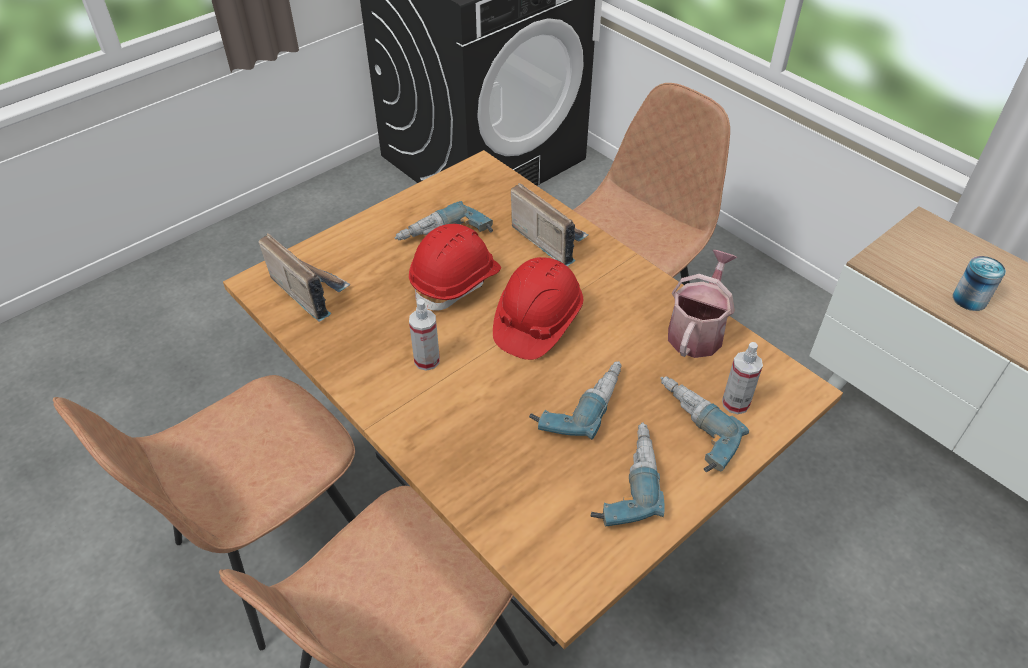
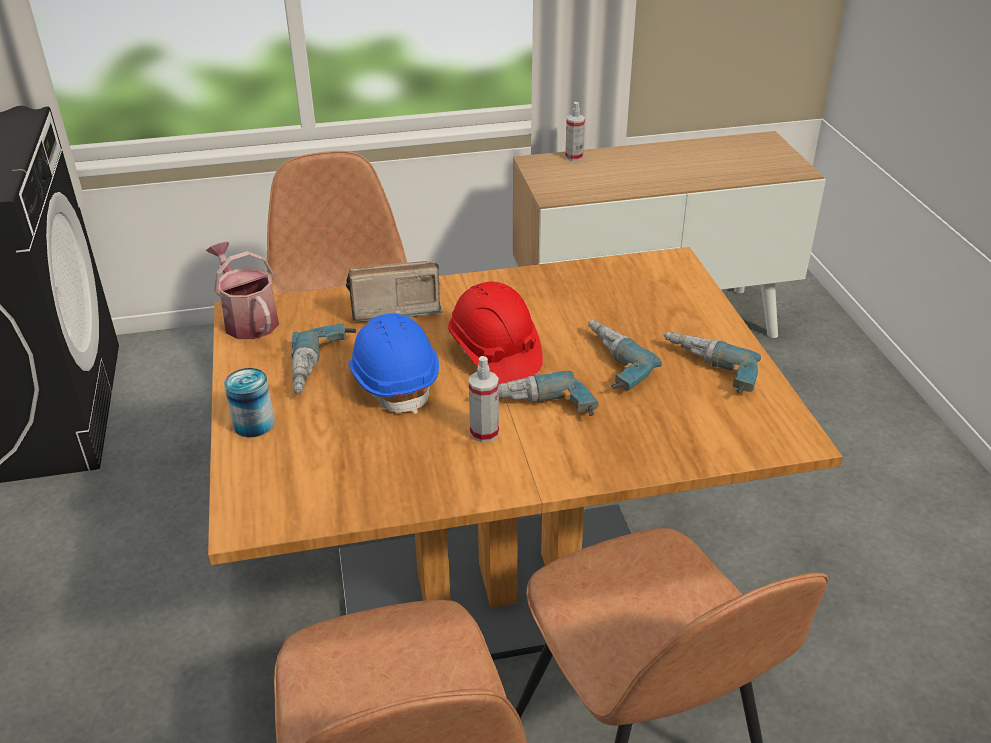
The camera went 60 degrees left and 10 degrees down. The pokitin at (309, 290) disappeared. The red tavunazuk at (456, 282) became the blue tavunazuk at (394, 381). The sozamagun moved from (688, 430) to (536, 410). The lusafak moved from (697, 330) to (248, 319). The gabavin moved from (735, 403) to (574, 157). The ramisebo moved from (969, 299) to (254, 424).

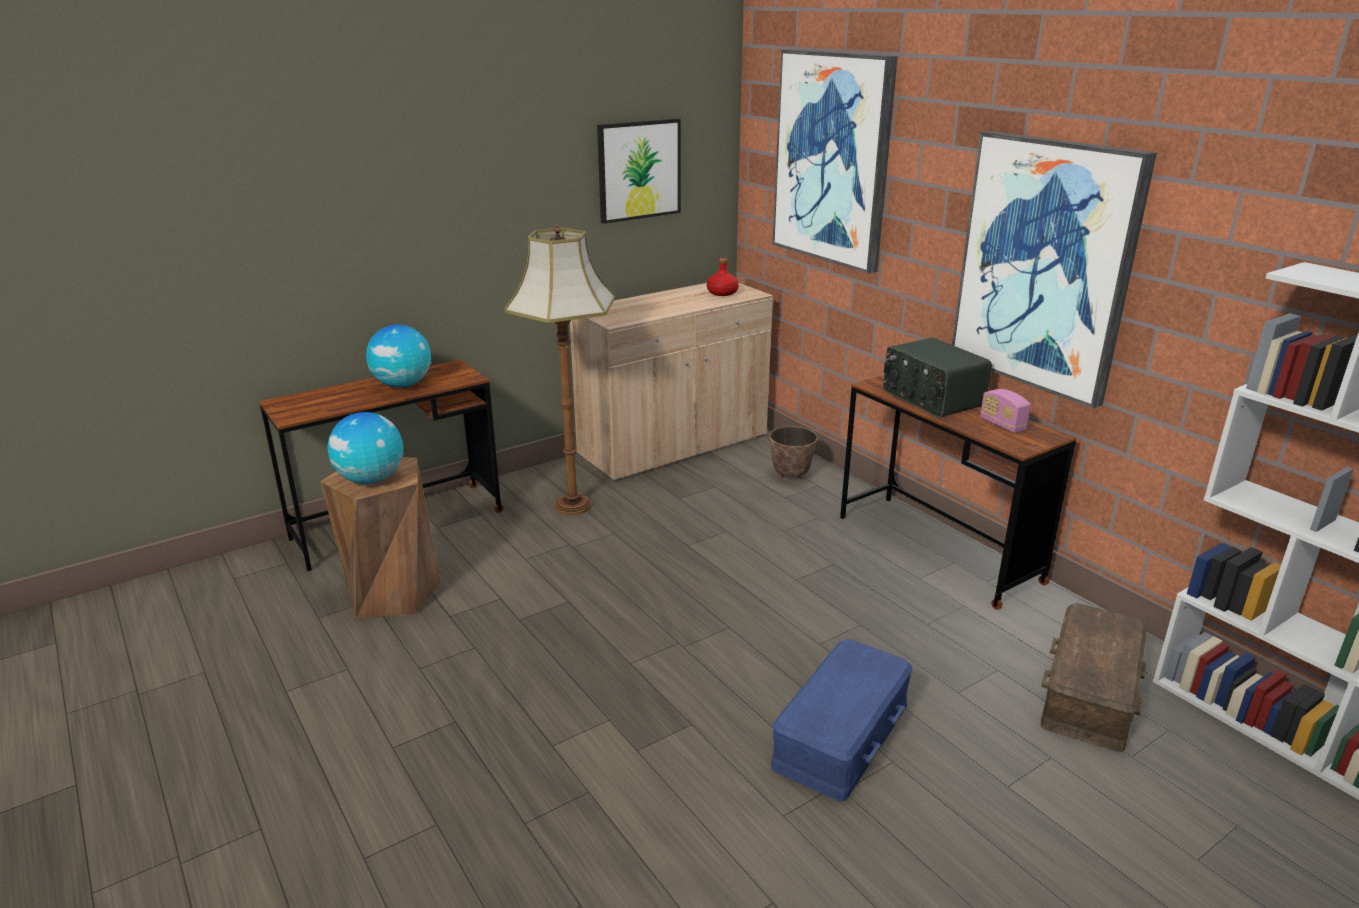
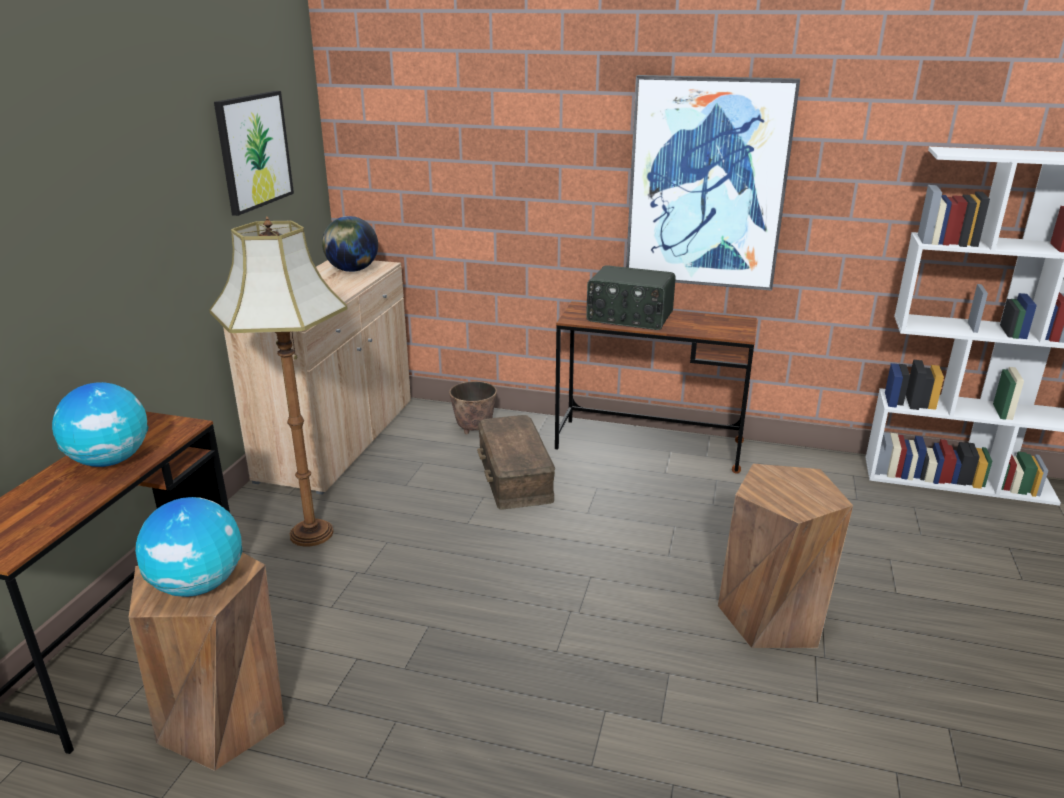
The camera went 40 degrees left and 0 degrees up. The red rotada at (722, 293) was replaced by the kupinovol at (352, 270). The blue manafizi at (842, 735) was replaced by the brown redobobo at (772, 616). The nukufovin at (833, 159) disappeared. The pokitin at (1002, 425) disappeared. The brown manafizi moved from (1091, 693) to (516, 476).

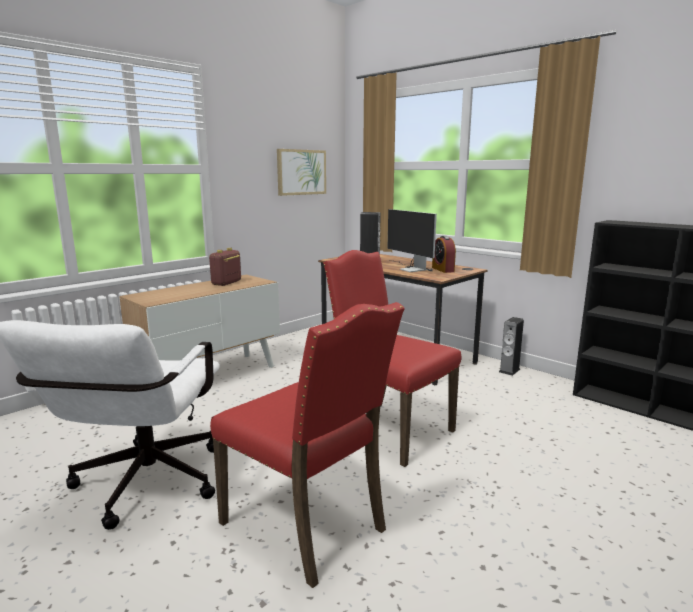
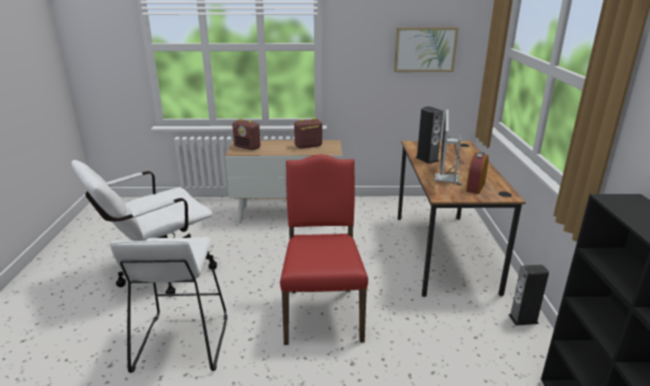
The camera went 45 degrees right and 10 degrees up. The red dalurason at (307, 525) was replaced by the white redobobo at (181, 342). The pokitin at (247, 147) appeared.

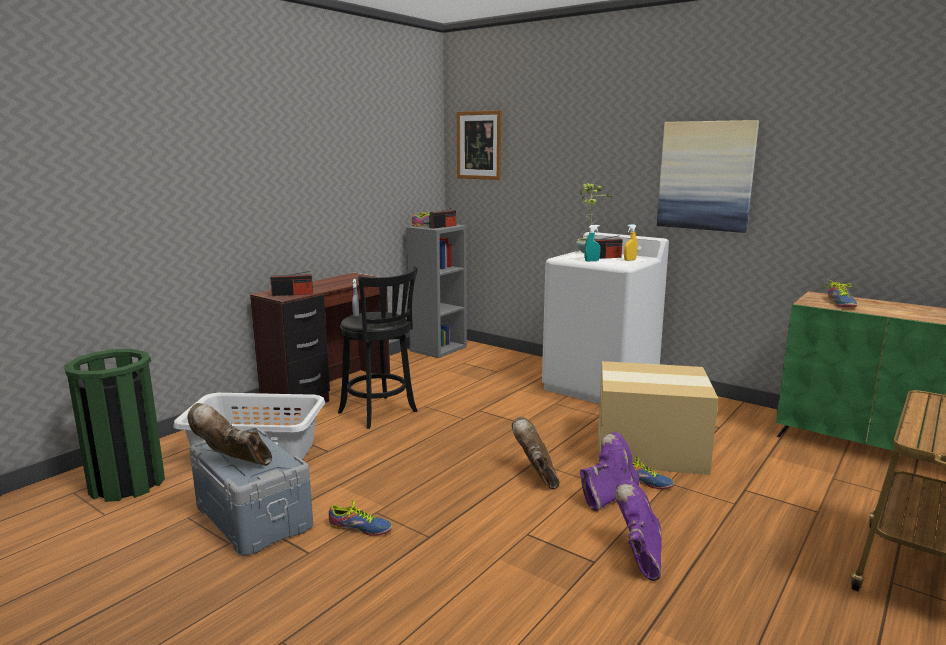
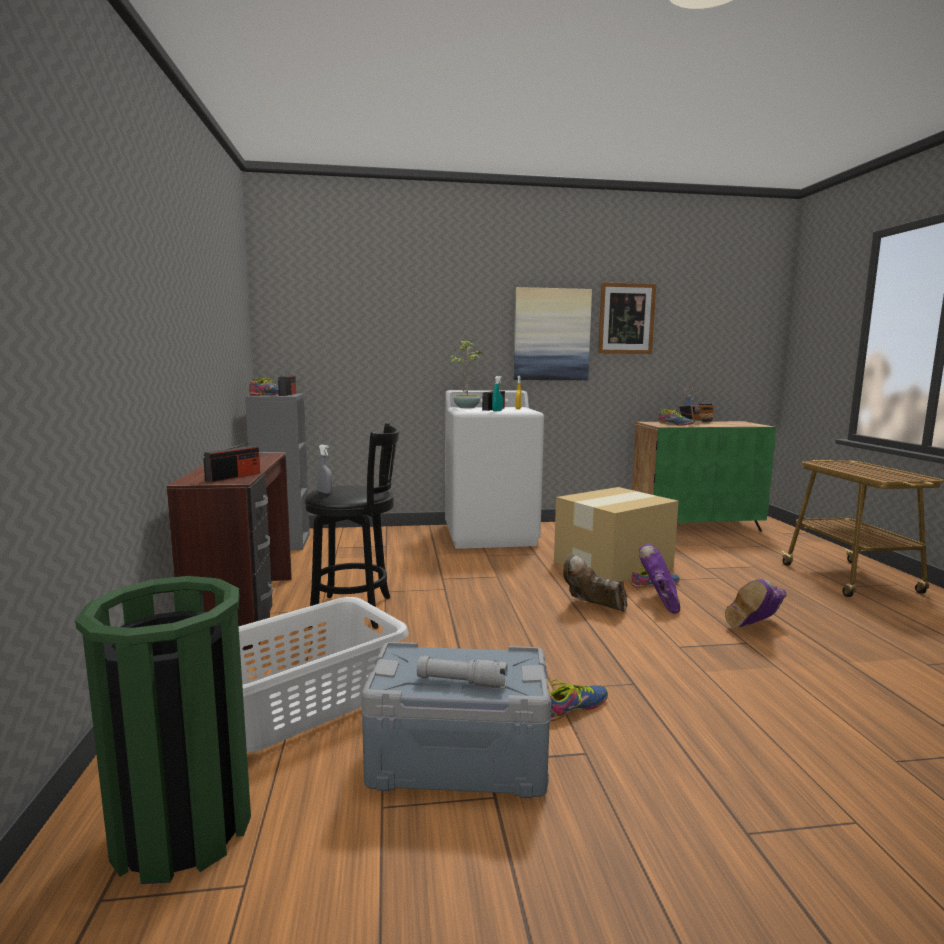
The camera went 45 degrees left and 5 degrees down. The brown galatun at (234, 462) was replaced by the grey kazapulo at (462, 682). The nukufovin moved from (479, 145) to (626, 318). The purple galatun at (639, 556) turned 90 degrees counterclockwise. The pokitin at (697, 422) appeared.

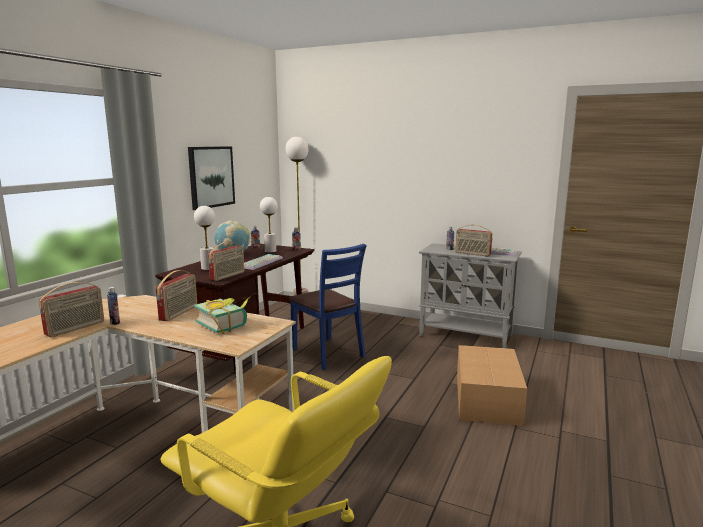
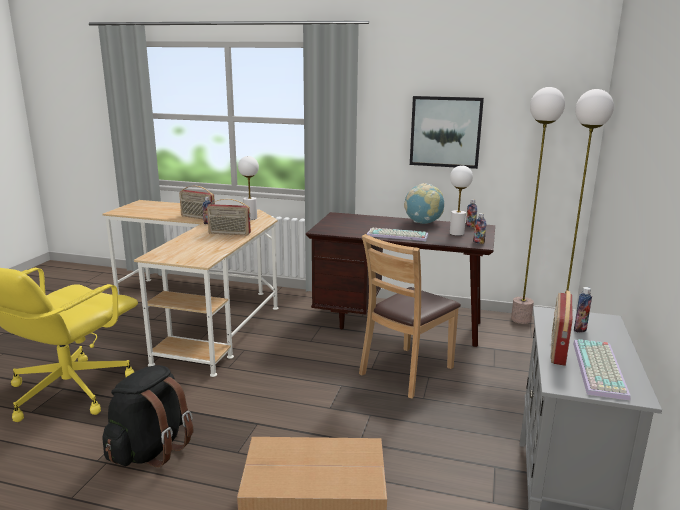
The camera went 80 degrees right and 5 degrees up. The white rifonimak moved from (208, 268) to (250, 218). The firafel at (226, 324) disappeared. The pokitin at (228, 276) disappeared. The blue dalurason at (328, 353) became the brown dalurason at (406, 371). The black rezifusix at (150, 449) appeared. The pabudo at (521, 319) appeared.

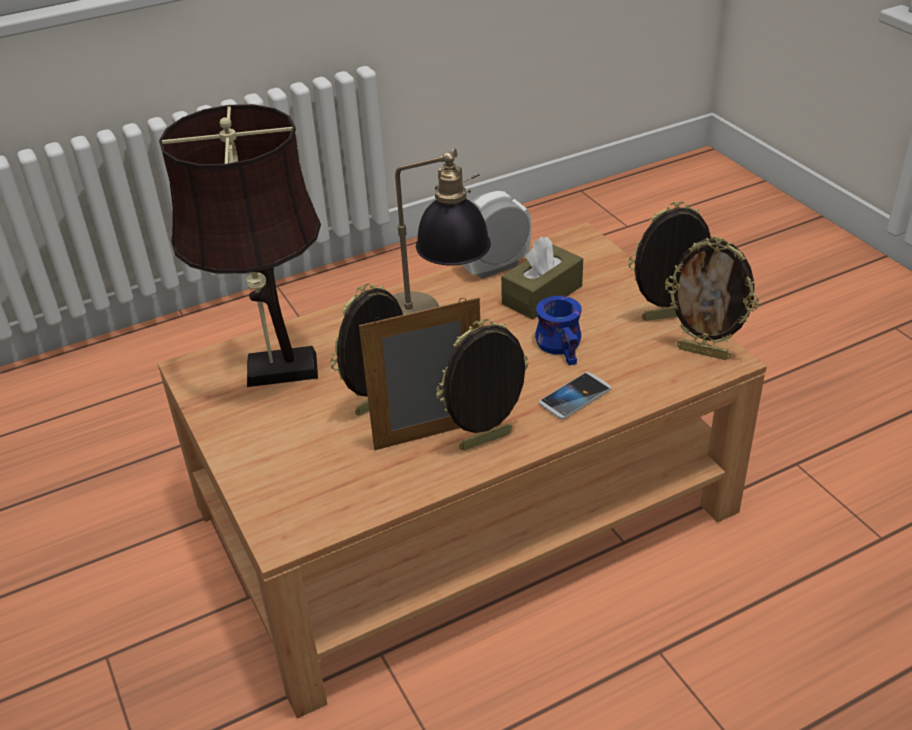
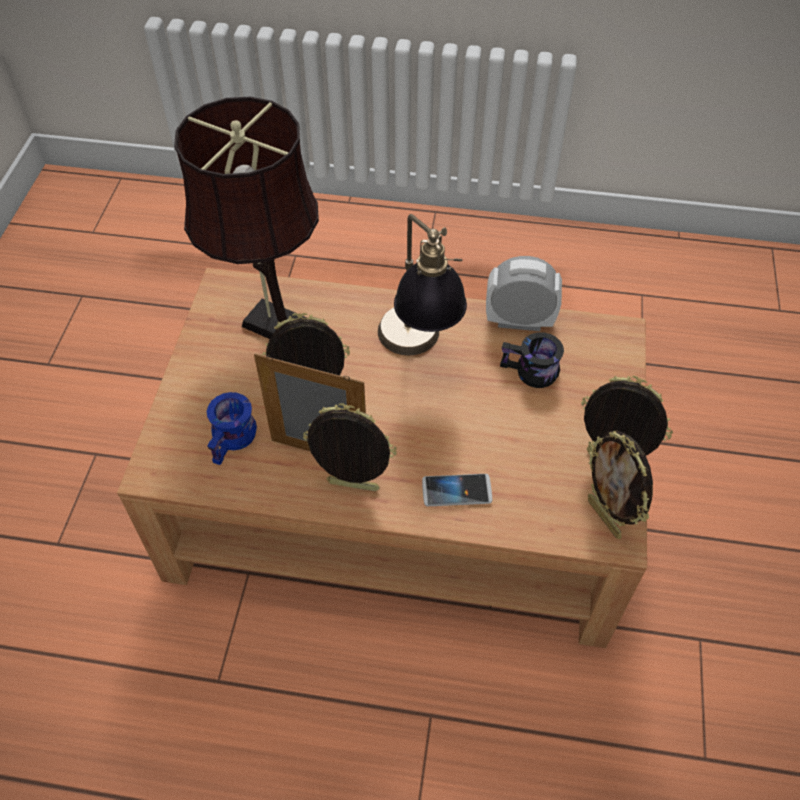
The camera went 35 degrees right and 15 degrees up. The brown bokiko at (542, 295) was replaced by the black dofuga at (530, 373). The blue dofuga moved from (564, 345) to (235, 440).

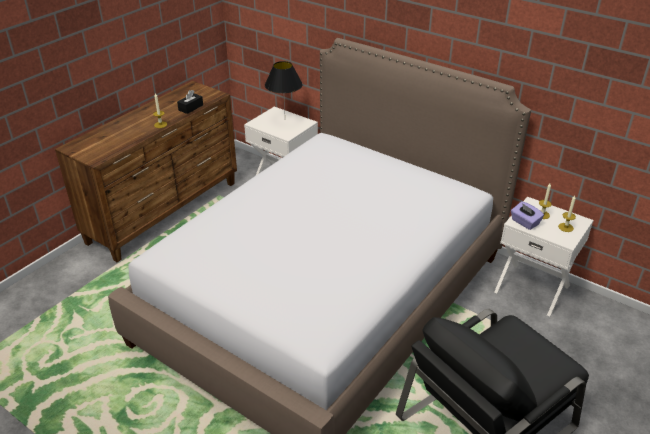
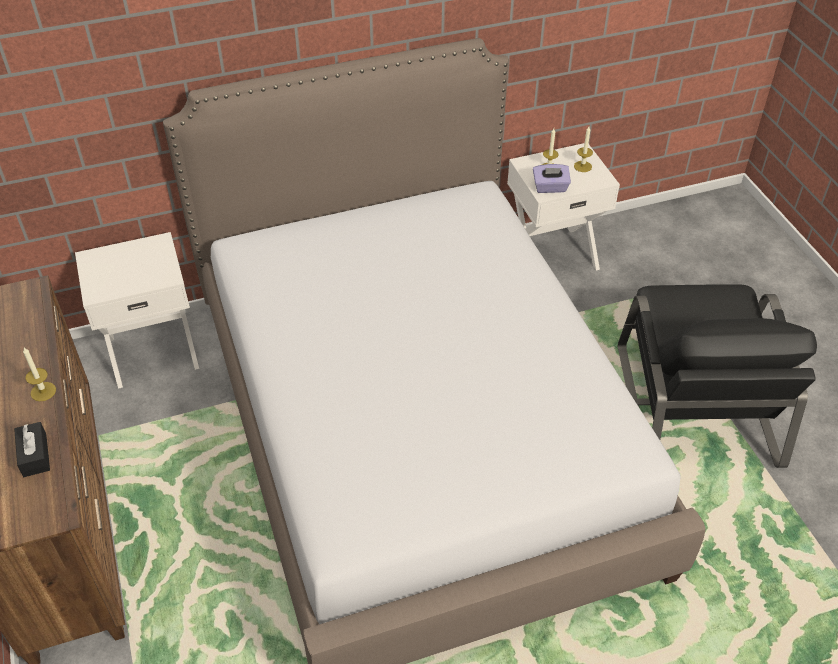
The camera went 55 degrees left and 10 degrees up. The black bokiko moved from (191, 108) to (35, 455). The black rifonimak at (284, 119) disappeared.

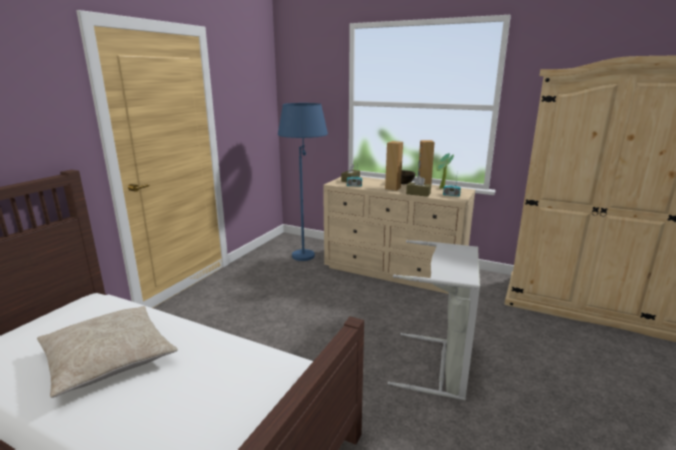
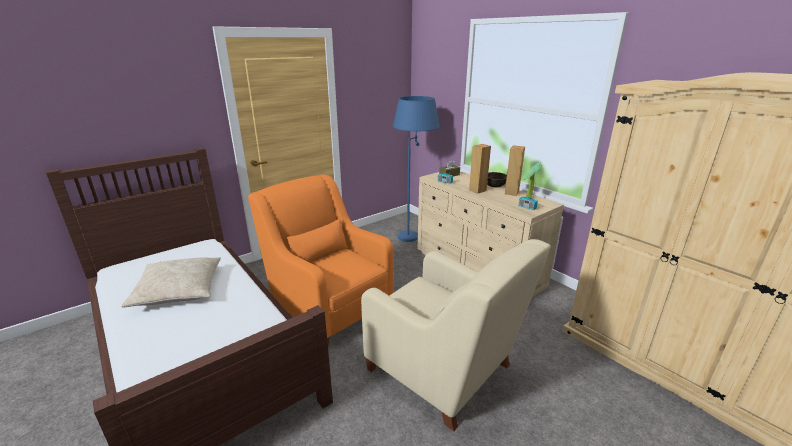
The camera went 25 degrees right and 5 degrees up. The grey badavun at (441, 367) was replaced by the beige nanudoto at (444, 371). The brown bokiko at (418, 194) disappeared. The orange nanudoto at (329, 306) appeared.

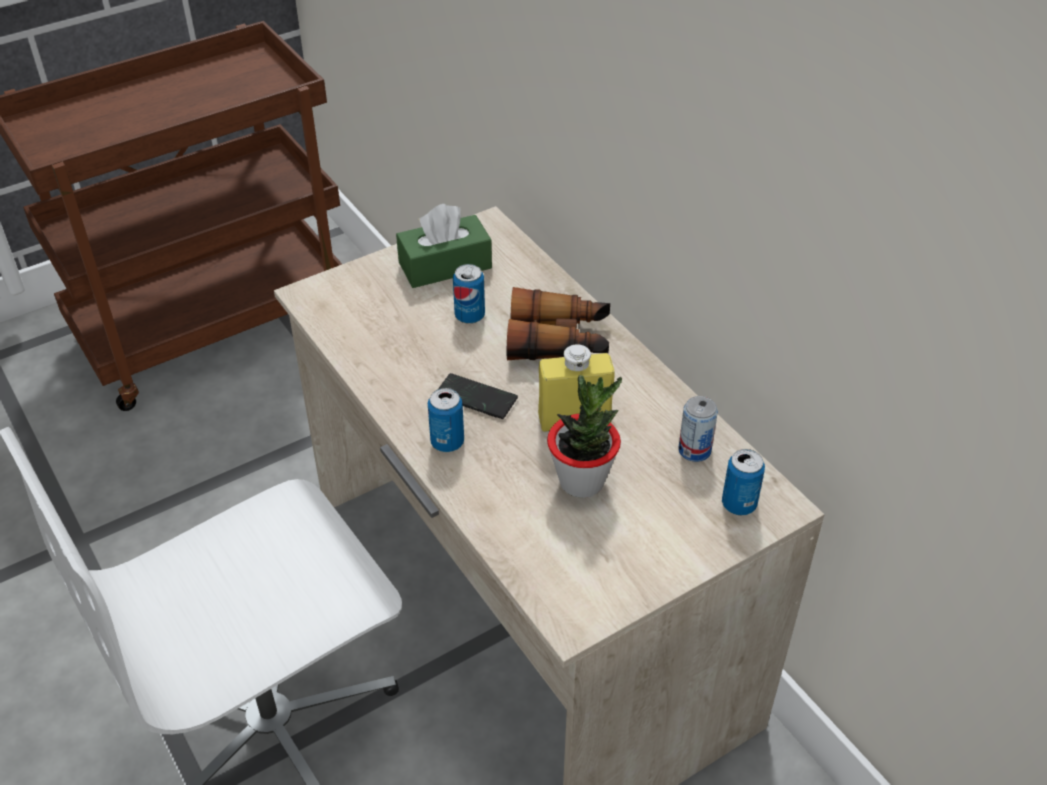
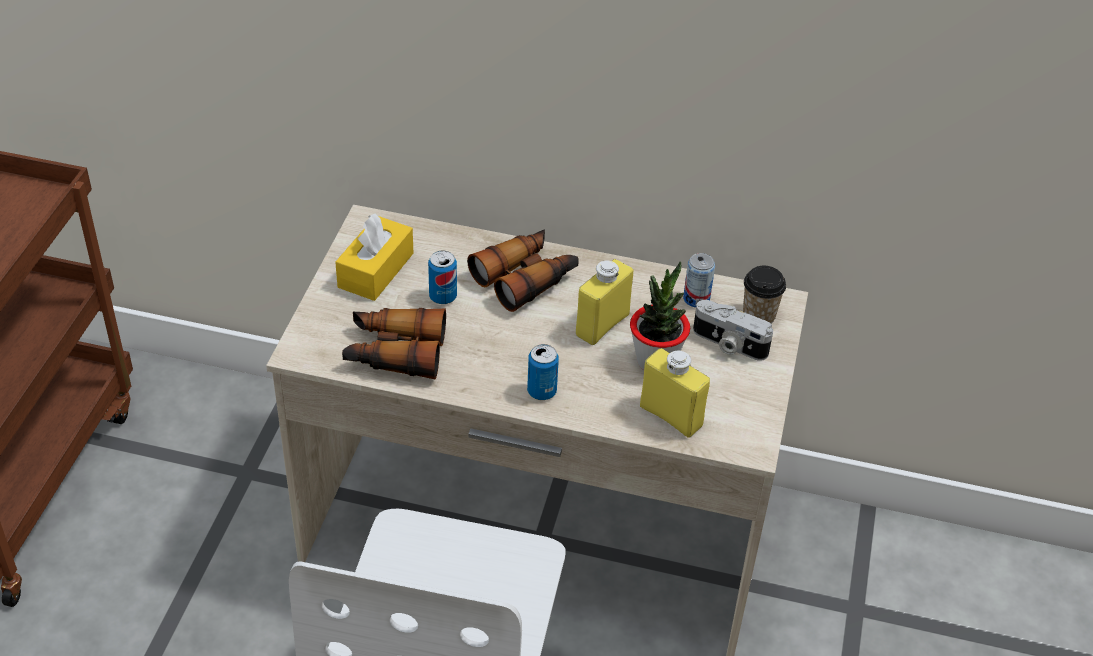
The camera went 45 degrees left and 0 degrees up. The green bokiko at (445, 265) became the yellow bokiko at (376, 270). The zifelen at (476, 398) disappeared. The ramisebo at (739, 504) was replaced by the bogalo at (758, 316). The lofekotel at (394, 352) appeared. The yellow rotada at (671, 416) appeared. The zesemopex at (728, 344) appeared.

